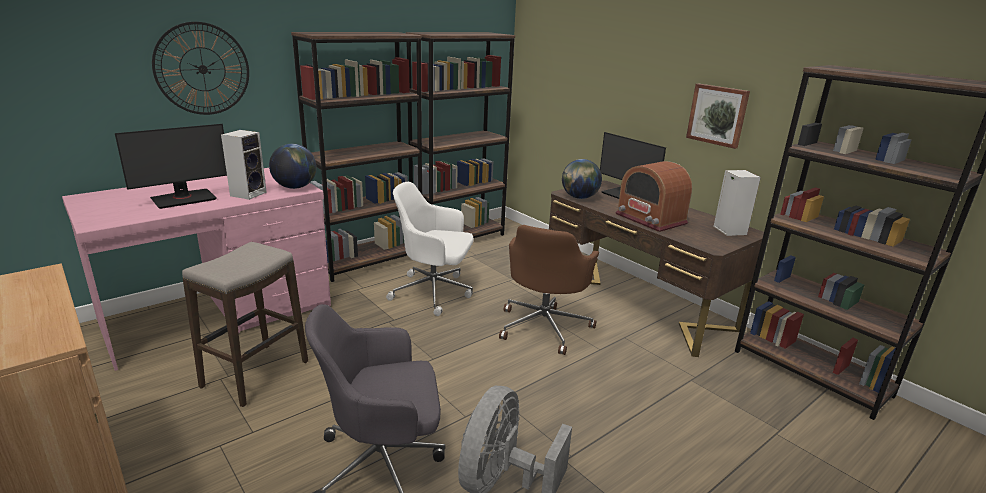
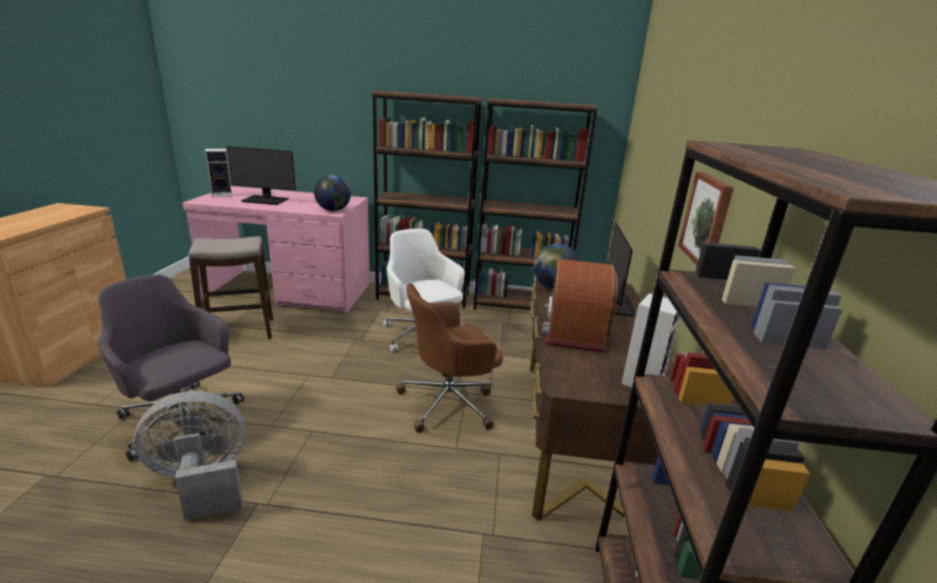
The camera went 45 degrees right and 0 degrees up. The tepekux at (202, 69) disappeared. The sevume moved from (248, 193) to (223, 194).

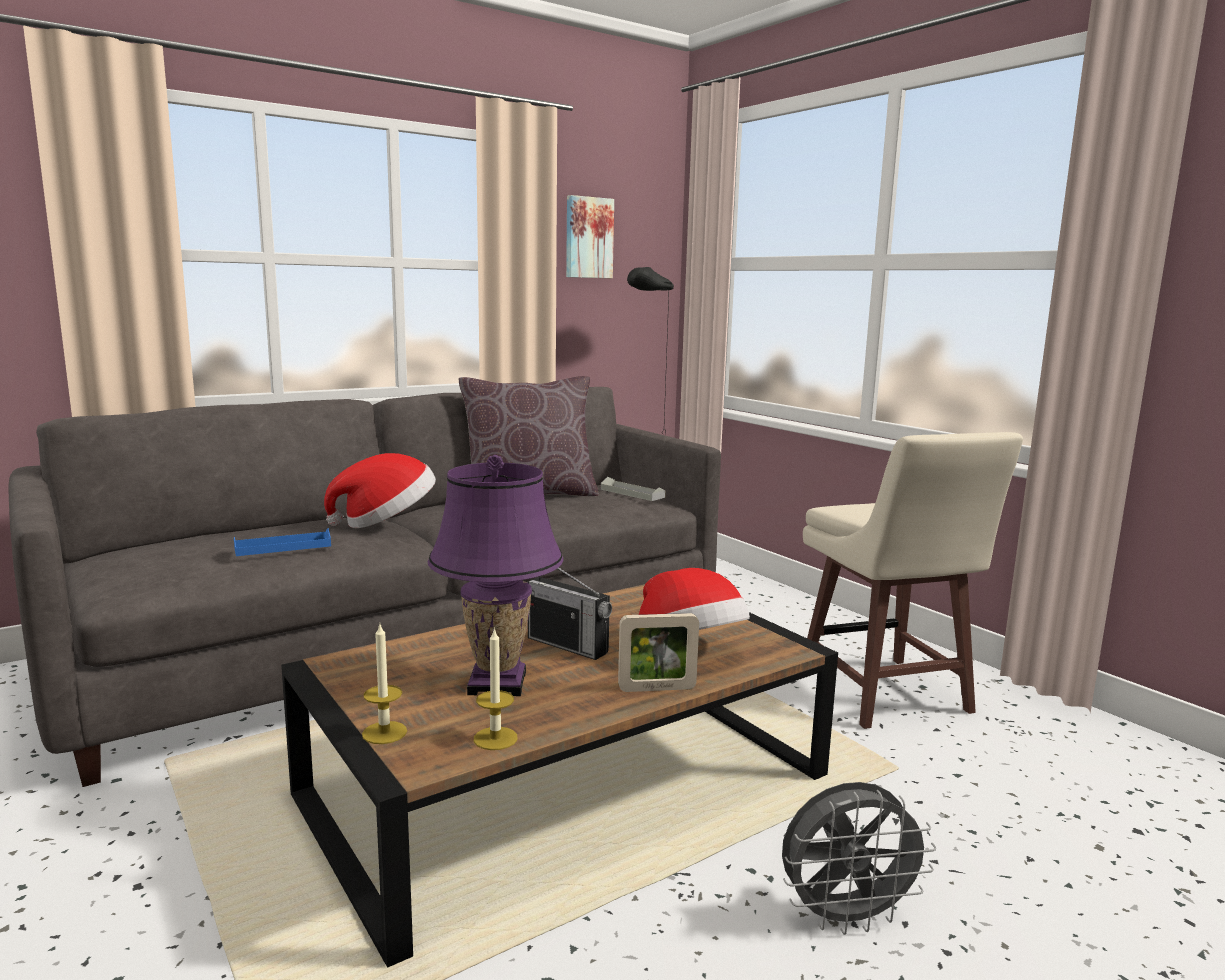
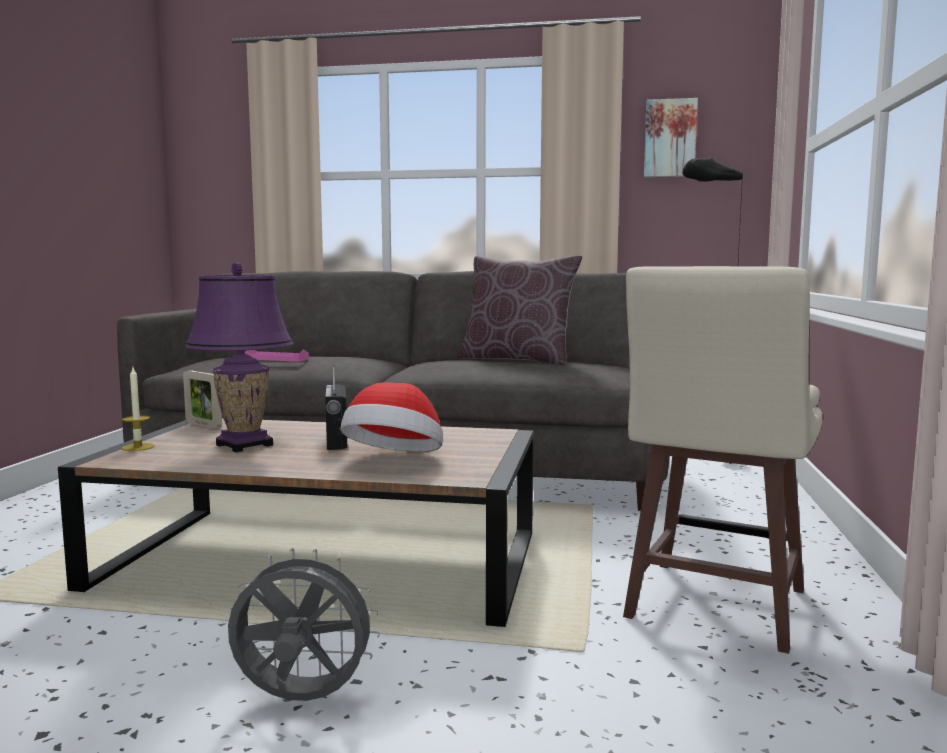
The camera went 45 degrees right and 5 degrees down. The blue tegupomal at (283, 547) became the pink tegupomal at (276, 359). The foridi at (386, 522) disappeared. The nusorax at (495, 738) disappeared. The grey tegupomal at (632, 493) disappeared. The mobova moved from (657, 688) to (203, 425). The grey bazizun at (846, 917) turned 150 degrees clockwise.

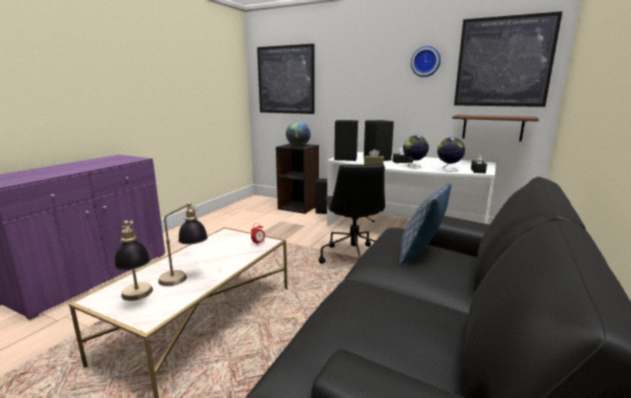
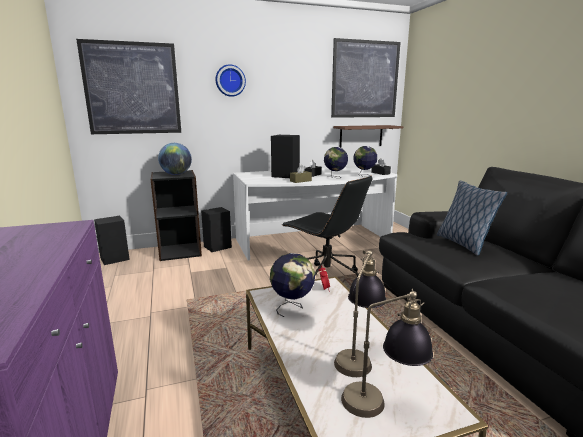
The camera went 45 degrees left and 0 degrees up. The black sevume moved from (346, 158) to (115, 258). The tepekux moved from (425, 61) to (230, 80). The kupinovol at (292, 307) appeared.

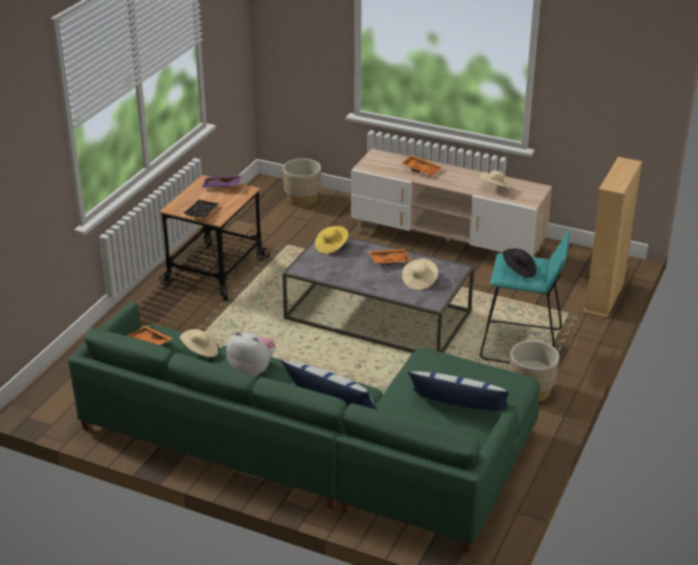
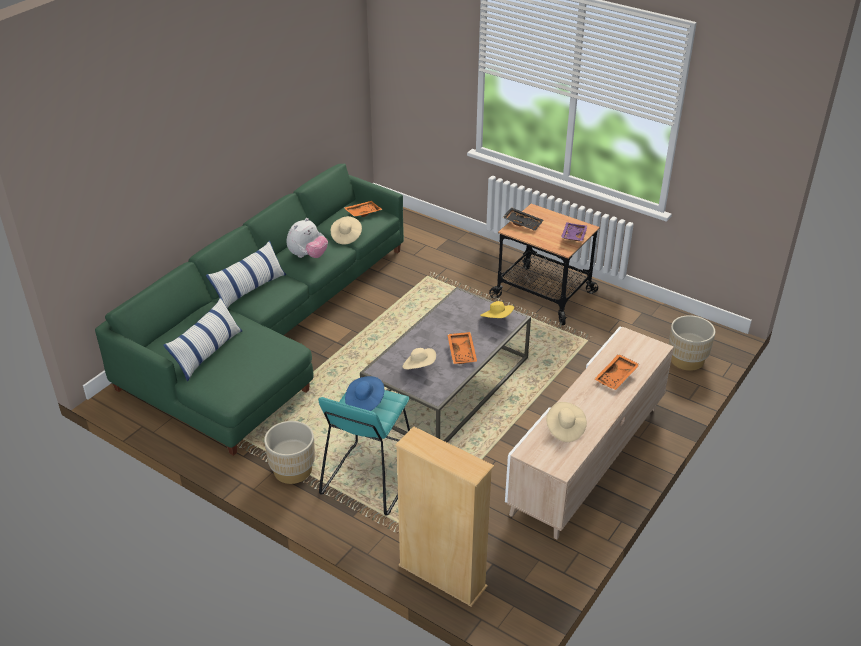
The camera went 100 degrees right and 5 degrees up. The black foridi at (519, 270) became the blue foridi at (365, 401).

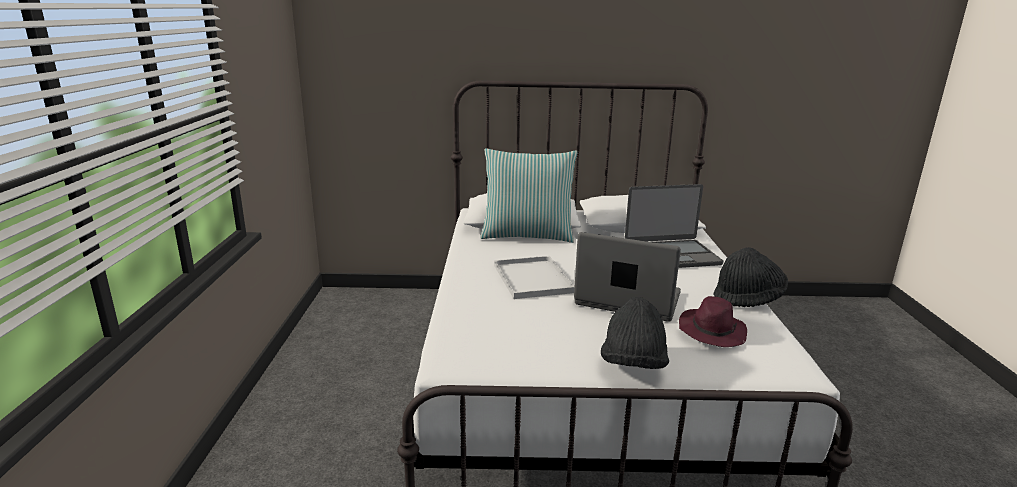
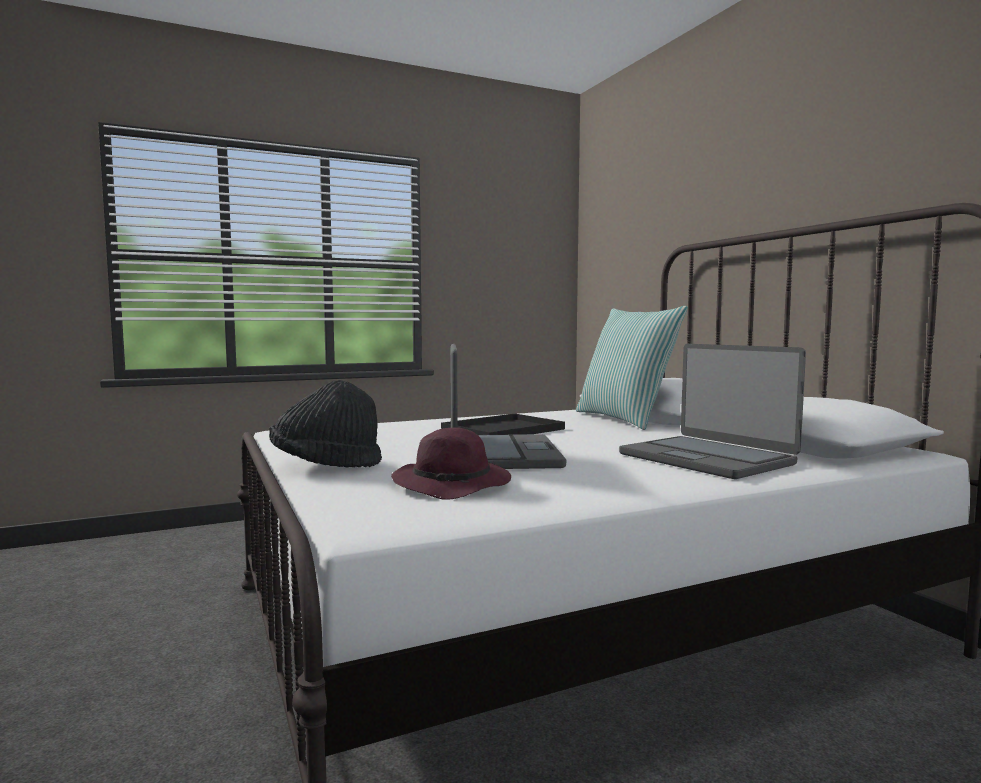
The camera went 65 degrees right and 15 degrees down. The white tegupomal at (531, 278) became the black tegupomal at (504, 429). The black foridi at (748, 299) disappeared.

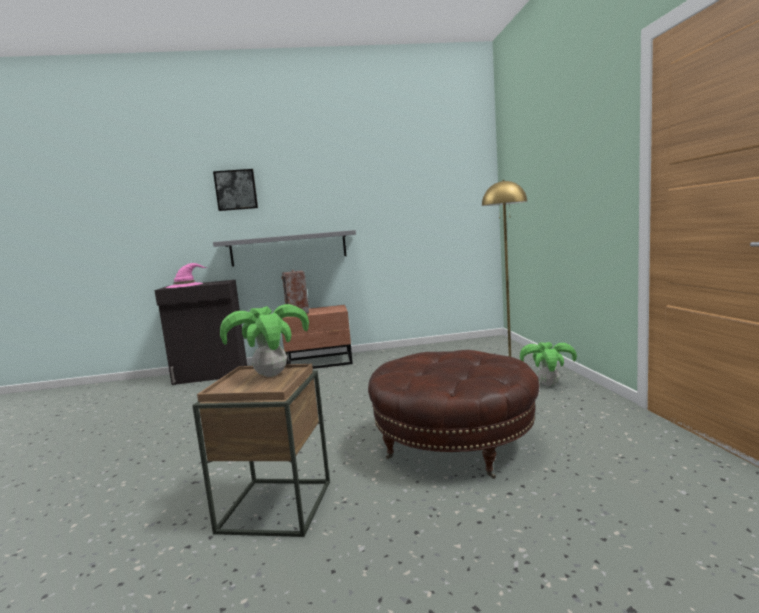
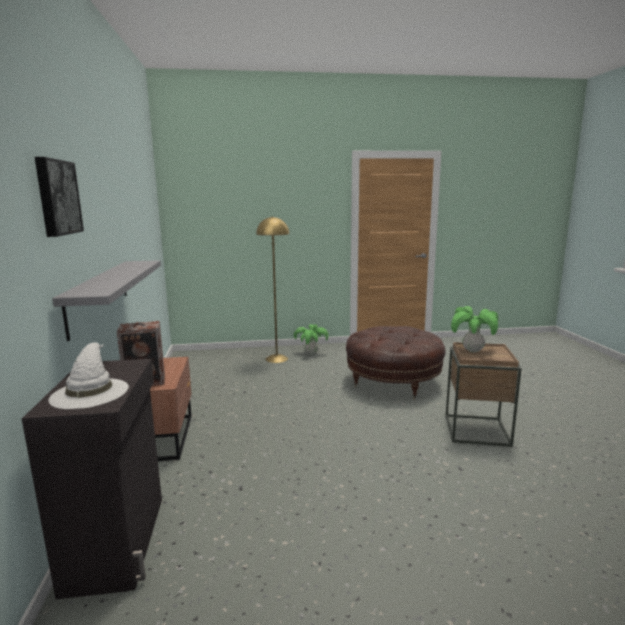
The camera went 90 degrees left and 5 degrees up. The pink foridi at (185, 285) became the white foridi at (90, 392).

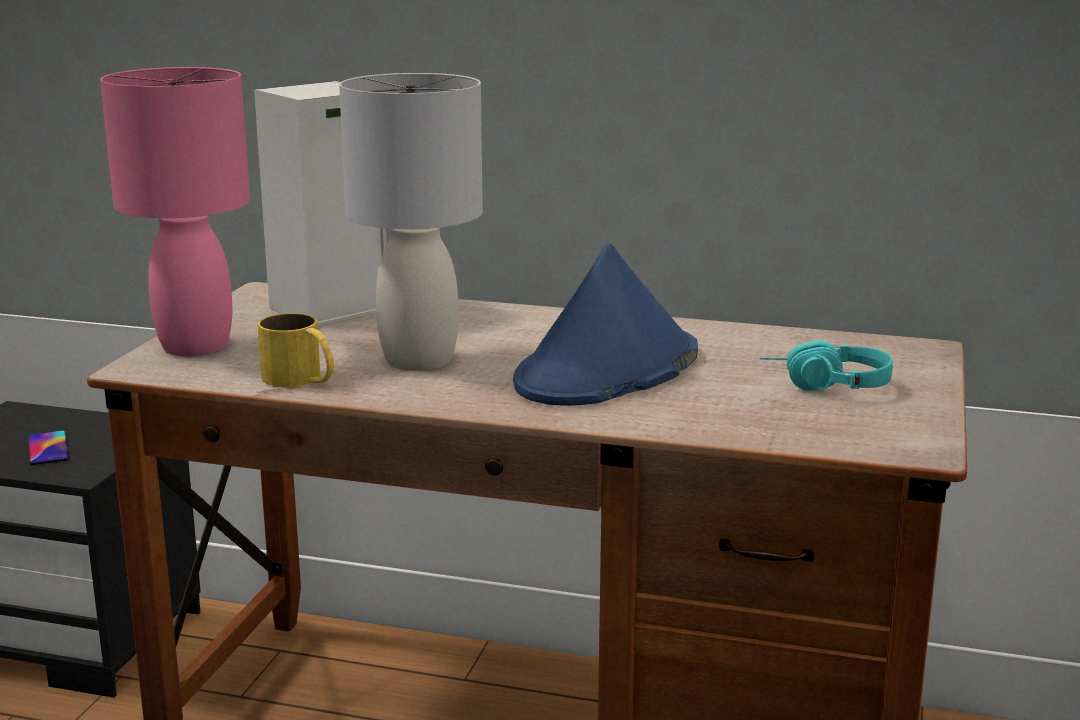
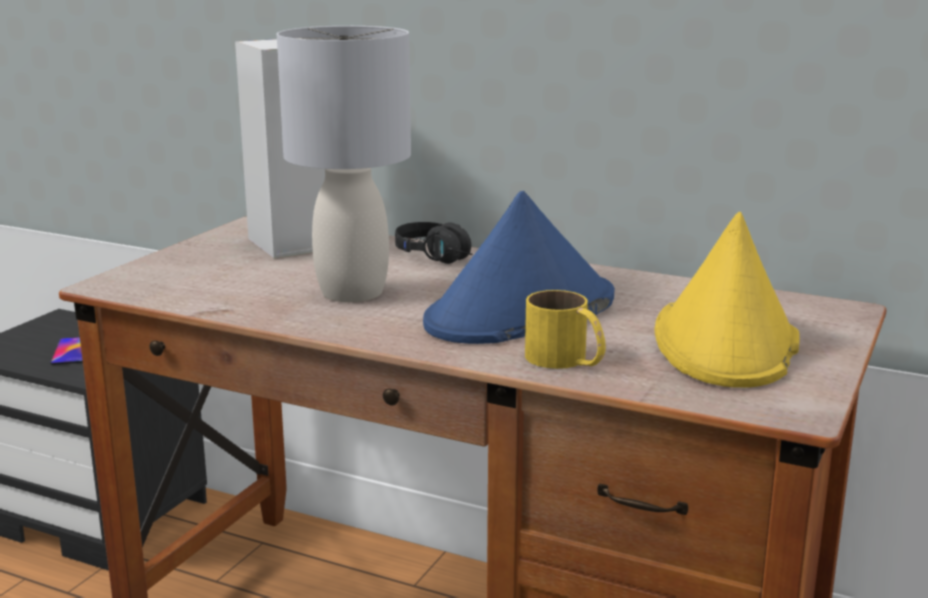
The camera went 10 degrees right and 0 degrees up. The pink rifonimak at (195, 346) disappeared. The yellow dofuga moved from (301, 380) to (567, 361). The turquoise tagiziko at (825, 386) was replaced by the yellow foridi at (726, 341). The black tagiziko at (441, 258) appeared.

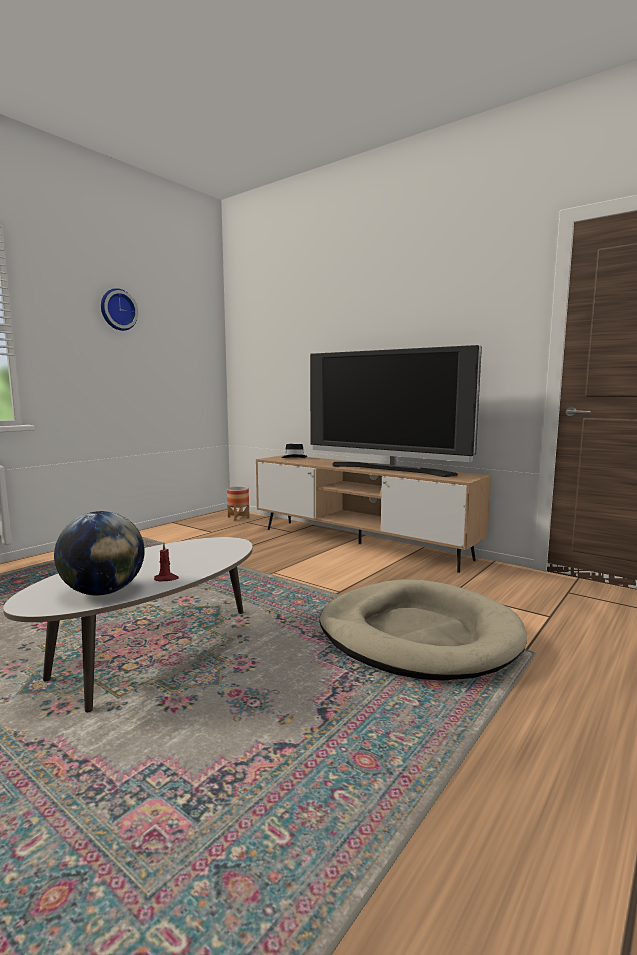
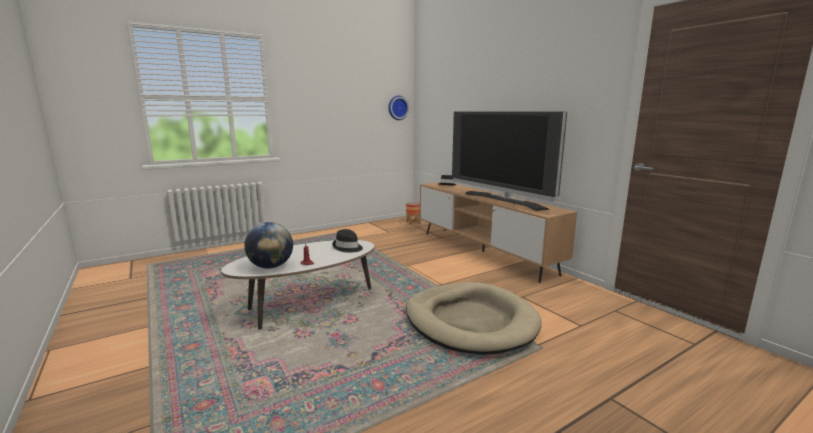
The camera went 20 degrees right and 5 degrees up. The tepekux moved from (117, 310) to (397, 108). The black foridi at (347, 247) appeared.

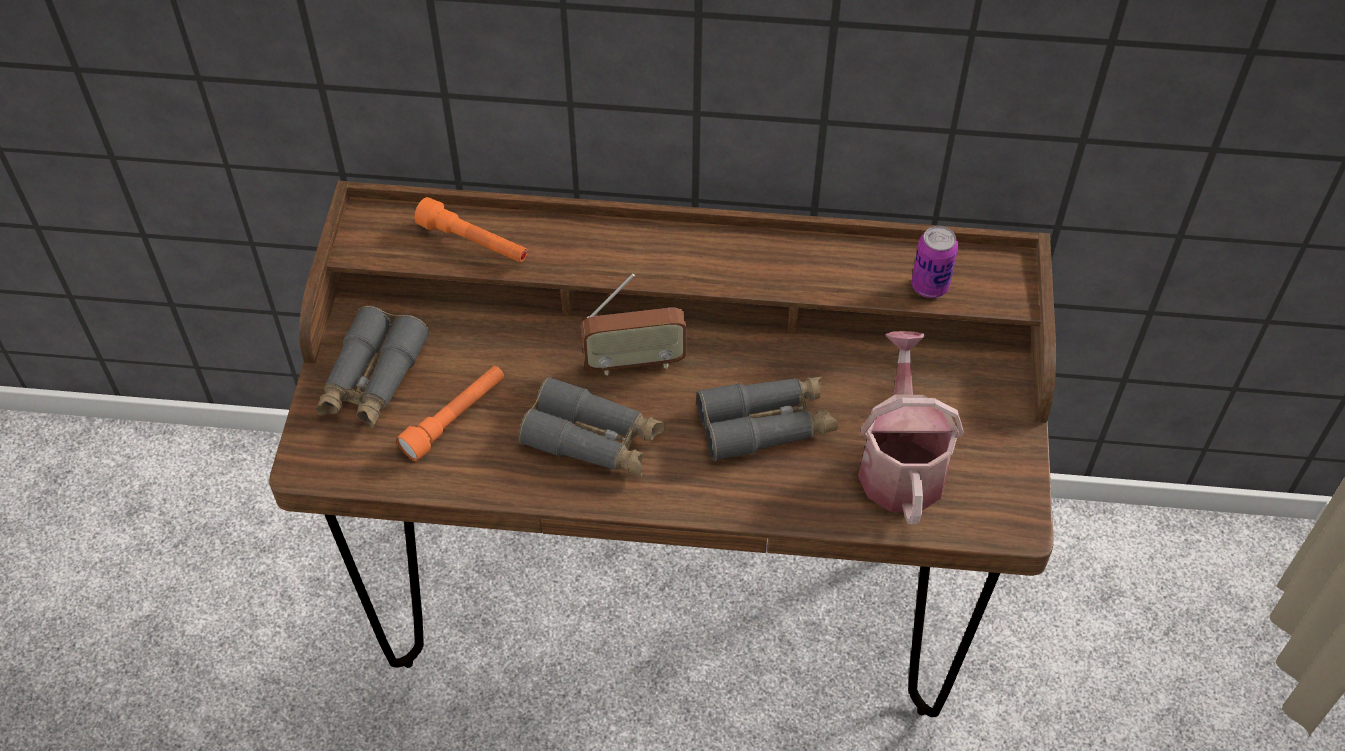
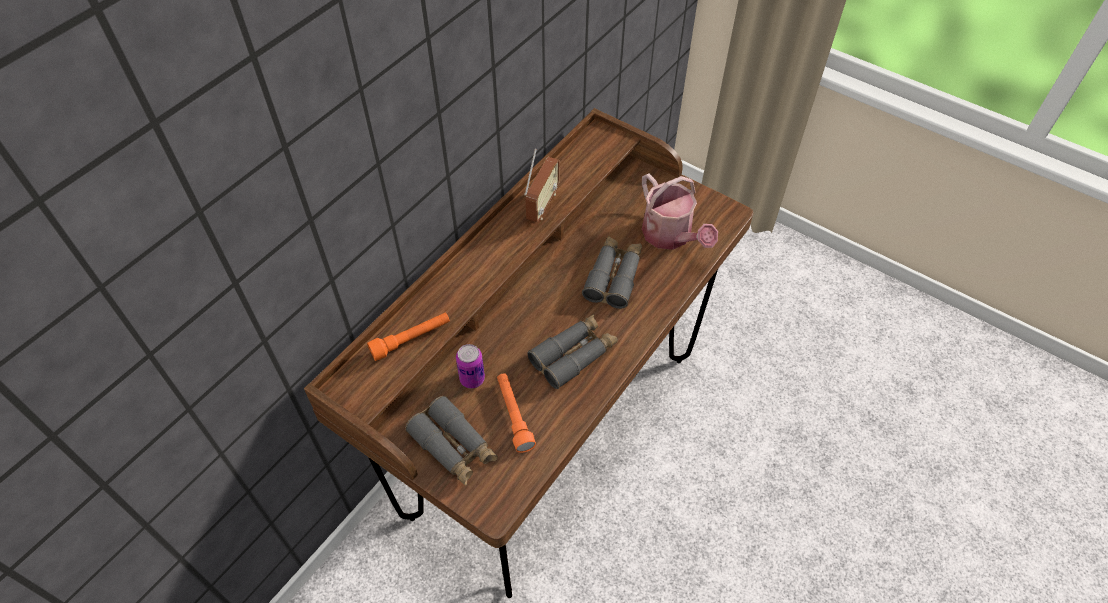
The camera went 60 degrees left and 0 degrees up. The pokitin moved from (634, 362) to (542, 205). The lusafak at (901, 463) turned 150 degrees counterclockwise. The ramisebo moved from (930, 286) to (472, 379).

